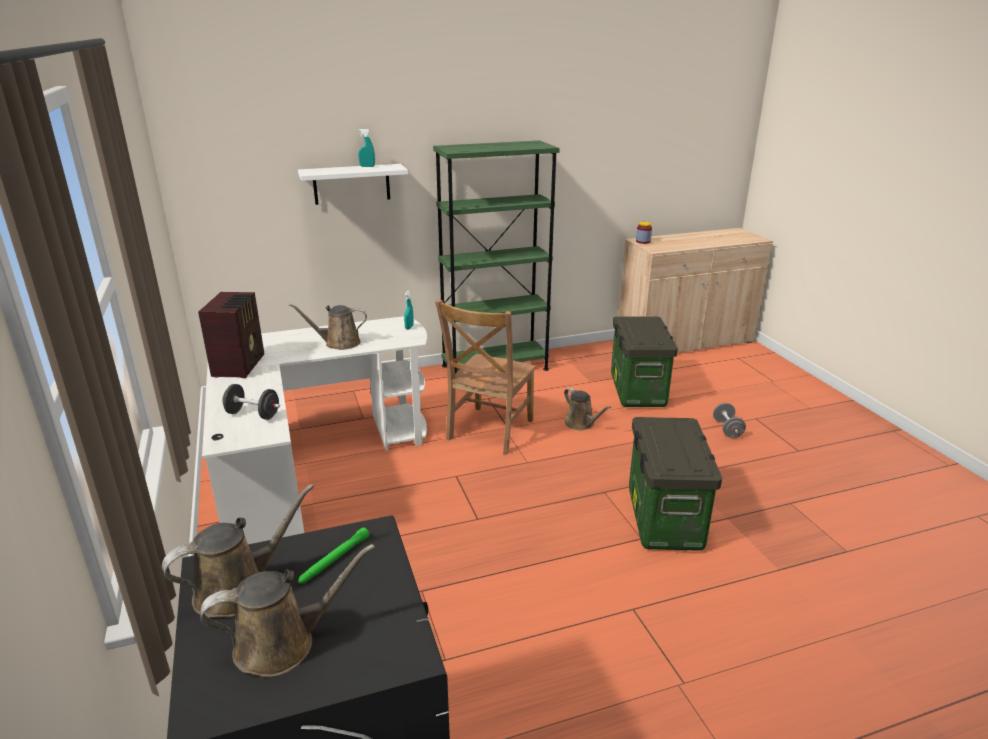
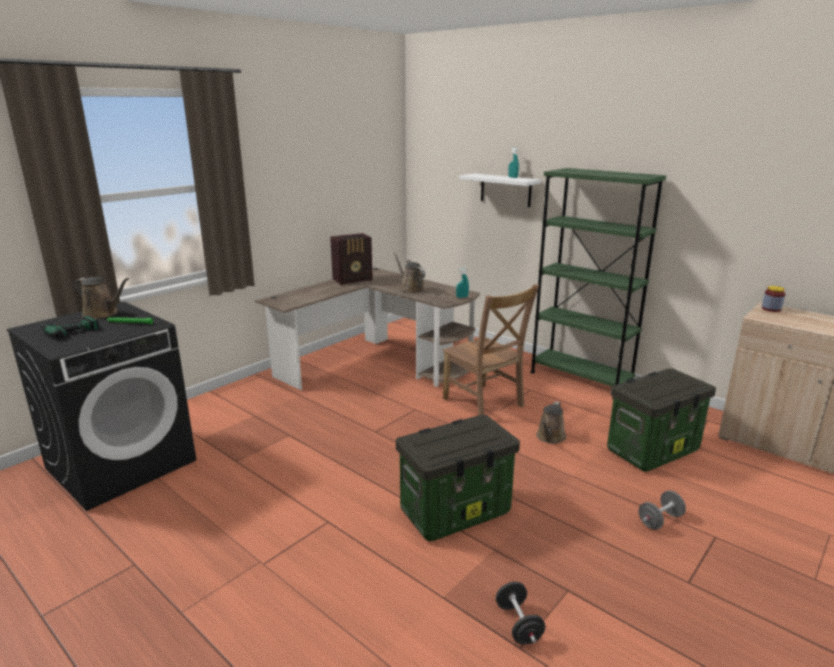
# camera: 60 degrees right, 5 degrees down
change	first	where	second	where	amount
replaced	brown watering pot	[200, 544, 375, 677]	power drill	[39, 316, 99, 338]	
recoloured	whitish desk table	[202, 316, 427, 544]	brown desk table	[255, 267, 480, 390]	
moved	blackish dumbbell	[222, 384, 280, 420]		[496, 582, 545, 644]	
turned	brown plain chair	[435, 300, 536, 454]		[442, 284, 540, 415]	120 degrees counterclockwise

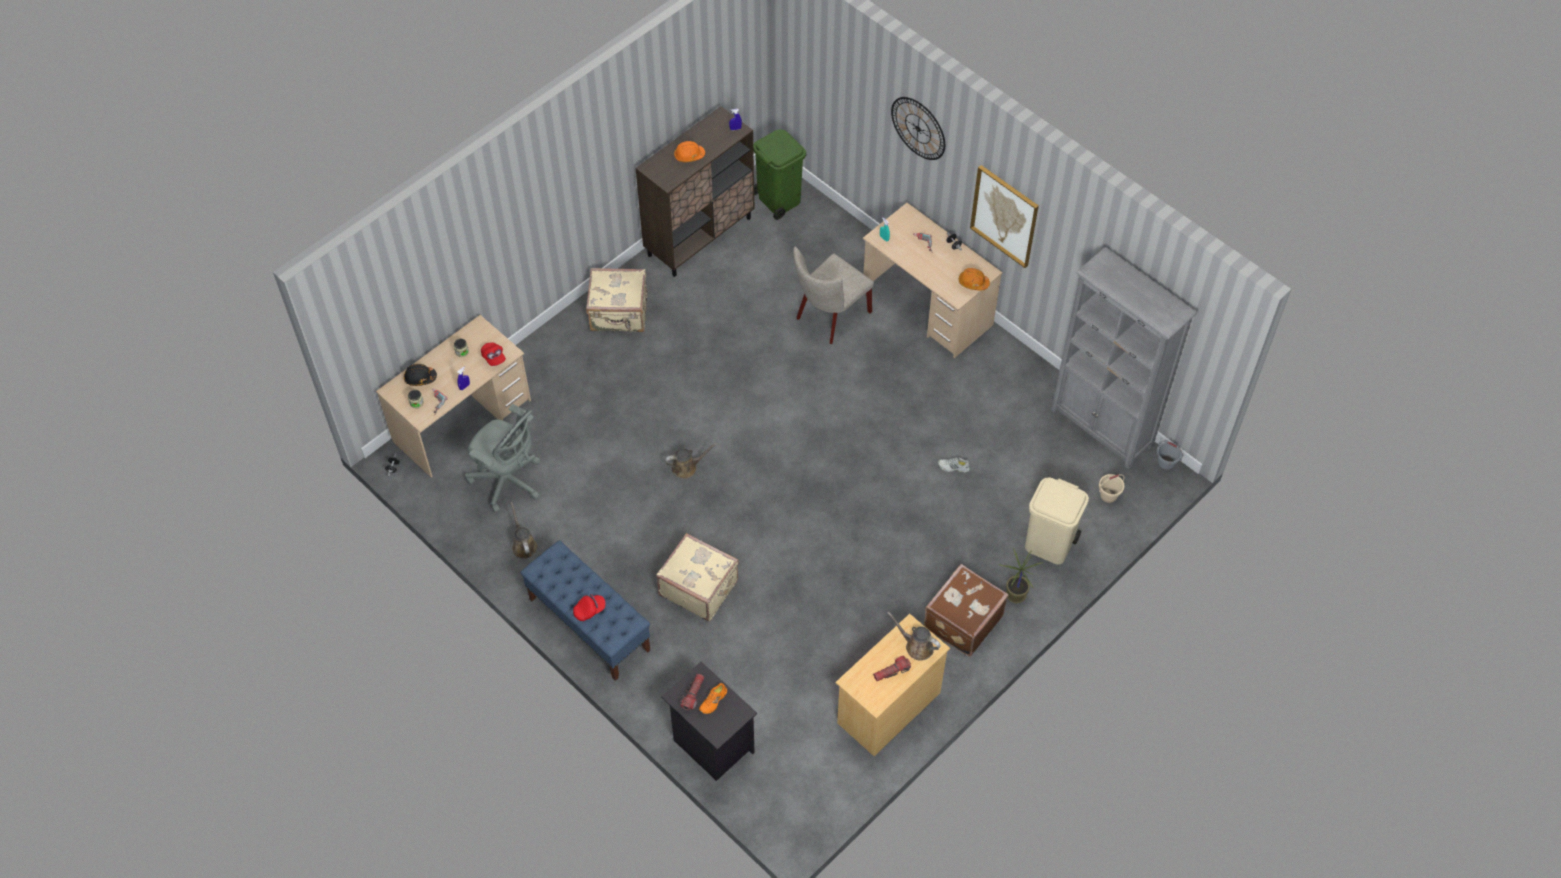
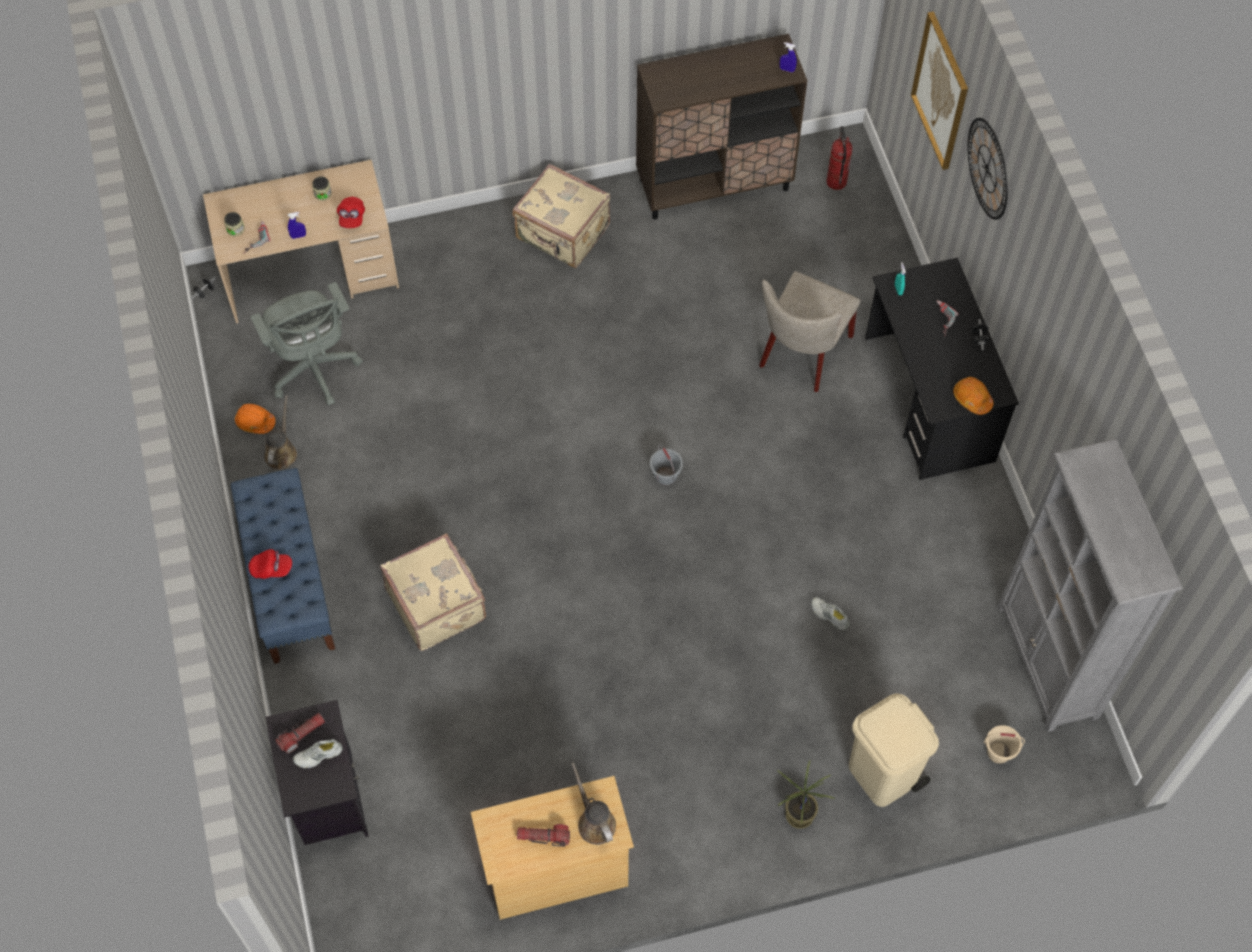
# camera: 30 degrees right, 5 degrees up
change	first	where	second	where	amount
removed	blackish safety helmet	[404, 364, 437, 386]			
removed	brown watering pot	[665, 443, 717, 479]			
moved	orangey safety helmet	[674, 141, 705, 162]		[235, 404, 275, 434]	
recoloured	orangey item of footwear	[699, 683, 727, 714]	whitish item of footwear	[293, 739, 343, 768]	
replaced	green-coloured rubbish bin	[753, 129, 806, 220]	fire-fighting cylinder	[827, 126, 853, 190]	
turned	sand-coloured plain chair	[793, 247, 874, 344]		[759, 271, 860, 392]	45 degrees counterclockwise
recoloured	sand-coloured desk table	[863, 202, 1003, 358]	blackish desk table	[865, 258, 1019, 480]	
removed	brown piece of luggage	[924, 564, 1009, 657]			
moved	wall picture	[970, 165, 1039, 268]		[911, 11, 968, 170]	
moved	greyish water bucket	[1157, 441, 1183, 471]		[650, 444, 683, 486]	

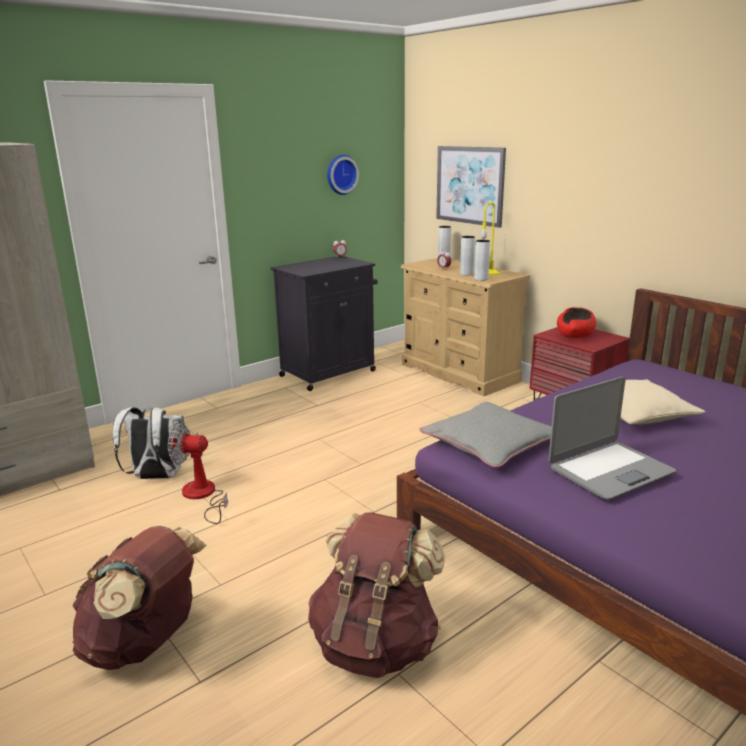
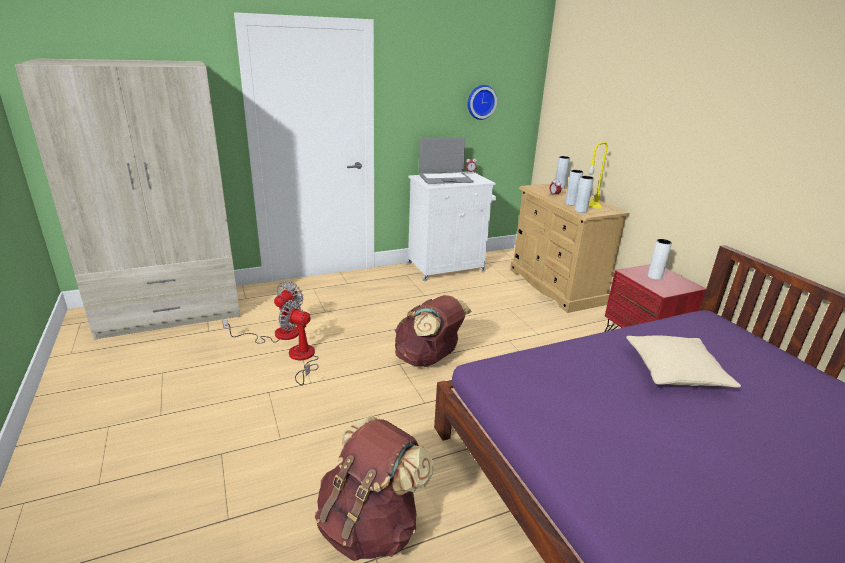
# camera: 15 degrees right, 5 degrees up
change	first	where	second	where	amount
moved	brown rucksack	[73, 526, 207, 670]		[395, 295, 472, 367]	
replaced	whitish rucksack	[113, 407, 186, 479]	cooling fan	[222, 281, 303, 344]	
recoloured	blackish cabinet	[271, 256, 378, 391]	whitish cabinet	[406, 171, 496, 281]	
removed	greyish throw pillow	[420, 402, 552, 468]			
removed	wall picture	[436, 146, 506, 228]			
moved	portable computer	[549, 377, 676, 500]		[419, 138, 474, 184]	
replaced	reddish serving bowl	[557, 307, 596, 338]	whitish decorative vase	[648, 239, 672, 280]	

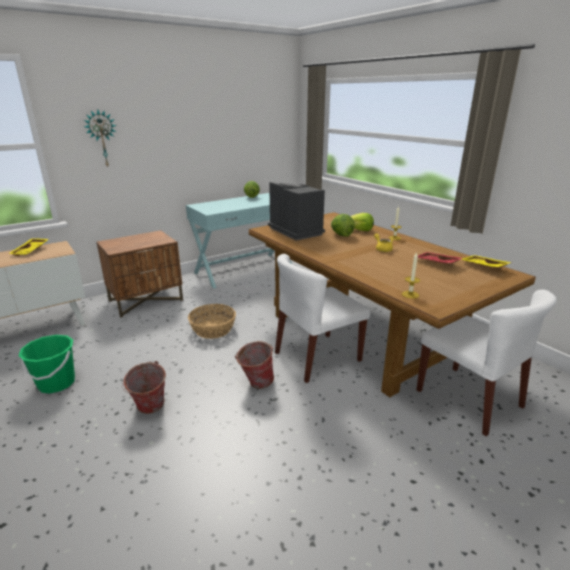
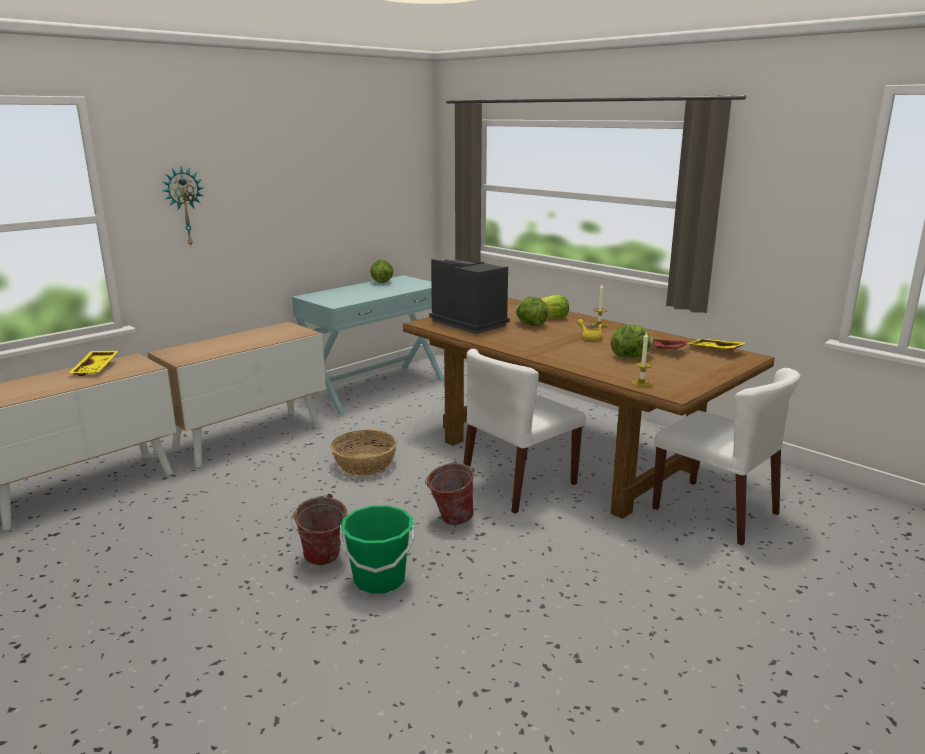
# camera: 10 degrees left, 5 degrees down
change	first	where	second	where	amount
moved	green-coloured water bucket	[19, 335, 75, 393]		[339, 505, 415, 594]	
replaced	brown nightstand	[96, 230, 183, 318]	cabinet	[147, 322, 326, 468]	
added			lettuce	[611, 325, 654, 358]	

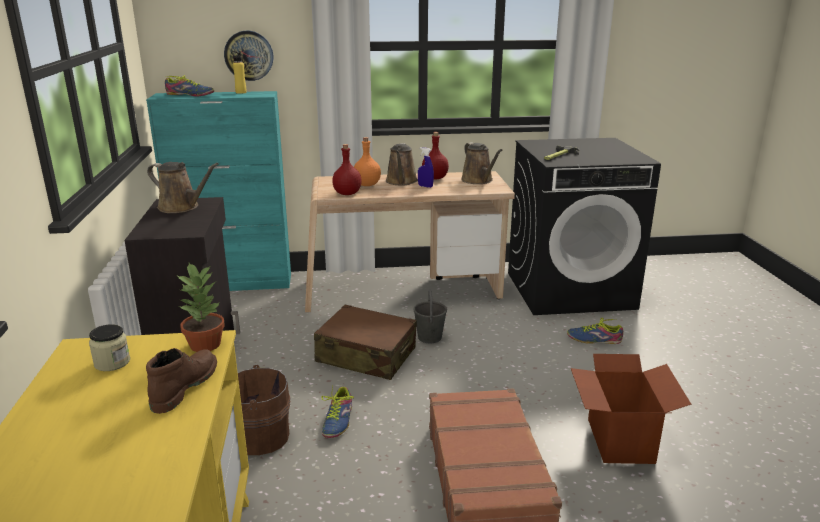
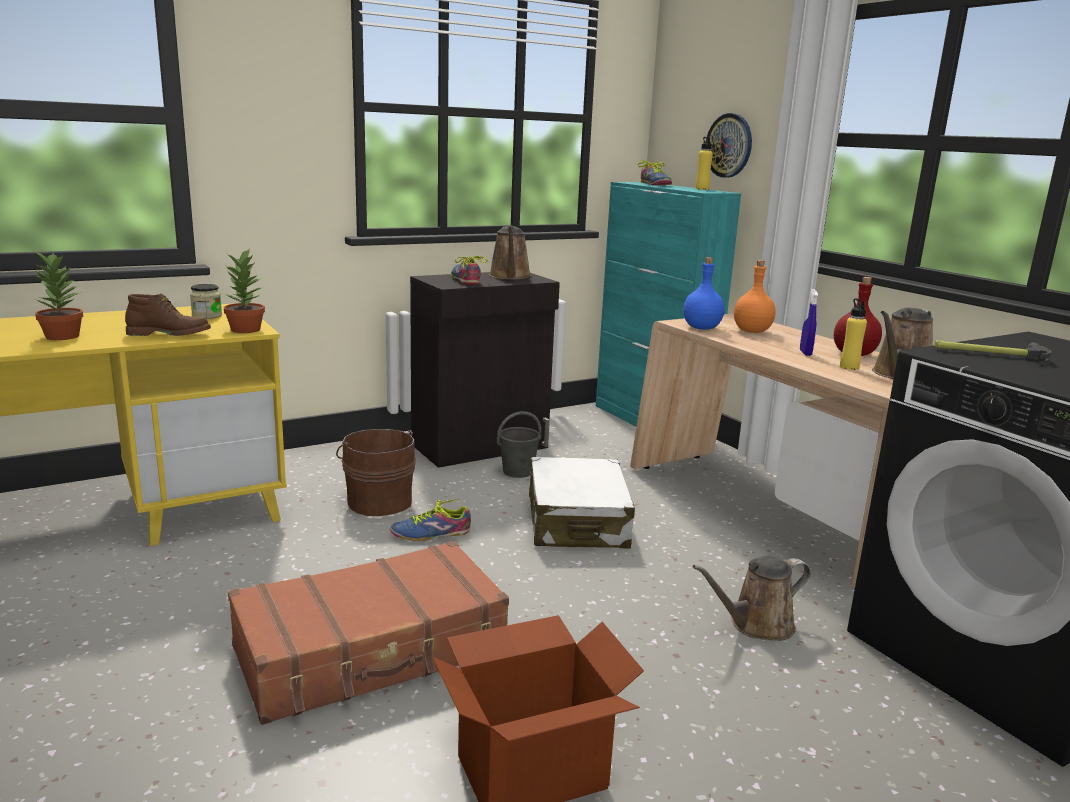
# camera: 65 degrees right, 5 degrees down
change	first	where	second	where	amount
recoloured	brown piece of luggage	[314, 304, 417, 380]	whitish piece of luggage	[529, 457, 635, 549]	
recoloured	reddish beverage bottle	[332, 144, 362, 195]	bluish beverage bottle	[683, 257, 724, 329]	
moved	brown watering pot	[386, 143, 418, 186]		[693, 556, 811, 641]	
moved	greyish water bucket	[413, 290, 447, 343]		[497, 411, 542, 478]	
moved	item of footwear	[567, 318, 623, 344]		[451, 256, 488, 285]	
added			houseplant	[33, 251, 83, 340]	
added			yellowish beverage bottle	[840, 298, 867, 370]	

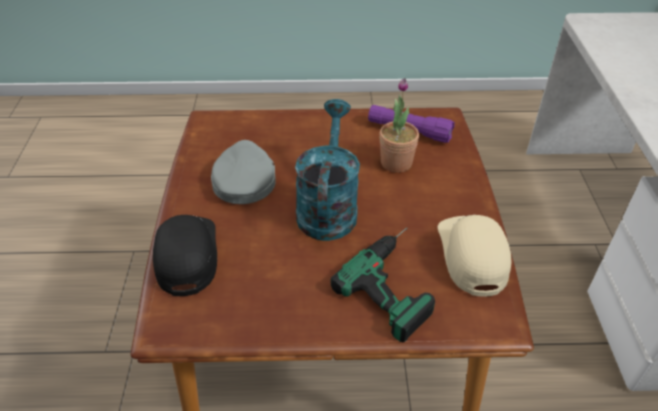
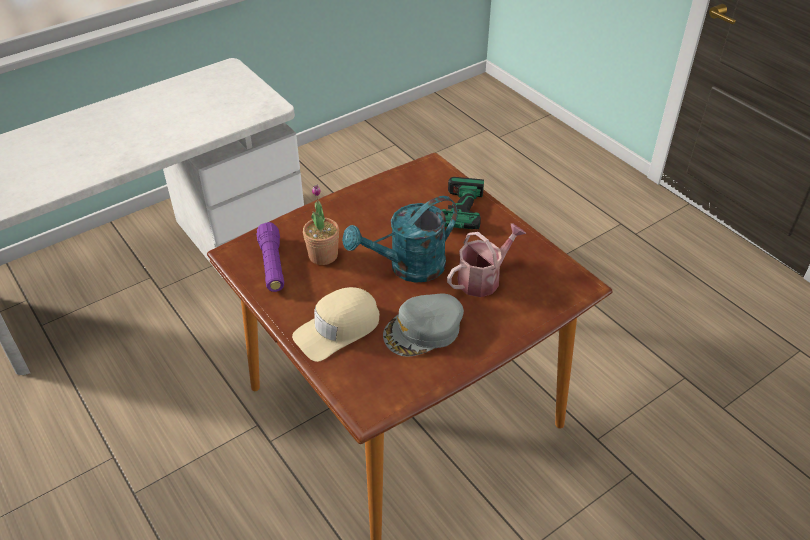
# camera: 125 degrees left, 0 degrees up
change	first	where	second	where	amount
removed	blackish peaked cap	[153, 215, 217, 296]			
moved	sand-coloured peaked cap	[438, 215, 512, 297]		[292, 287, 380, 362]	
added			watering pot	[447, 223, 526, 297]	

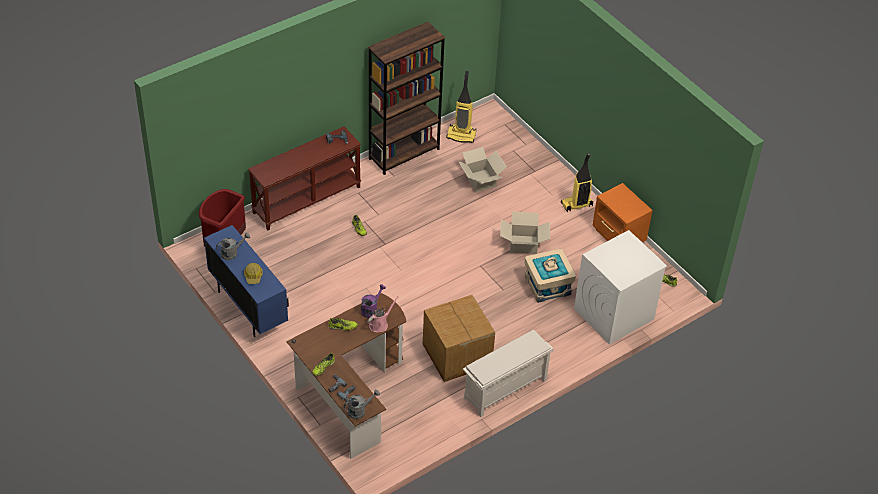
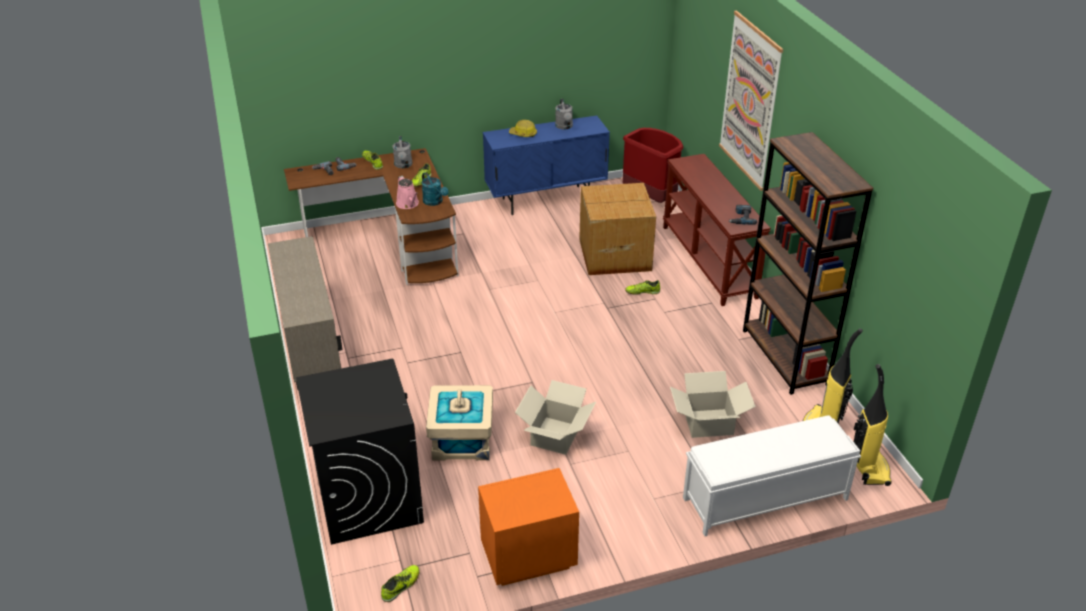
# camera: 110 degrees right, 10 degrees down
change	first	where	second	where	amount
moved	greyish watering pot	[344, 389, 380, 419]		[392, 136, 413, 168]	
recoloured	purple watering pot	[361, 284, 386, 318]	blue-green watering pot	[421, 173, 449, 206]	
moved	cardboard box	[423, 295, 495, 382]		[579, 183, 656, 275]	
replaced	whitish shoe rack	[463, 330, 554, 417]	sand-coloured cabinet	[268, 236, 343, 390]	
moved	hoover	[561, 153, 593, 212]		[854, 364, 892, 486]	
recoloured	whitish laundry machine	[574, 230, 667, 345]	blackish laundry machine	[296, 359, 424, 545]	
added			whitish bench	[683, 415, 861, 536]	
added			wall picture	[719, 11, 783, 191]	

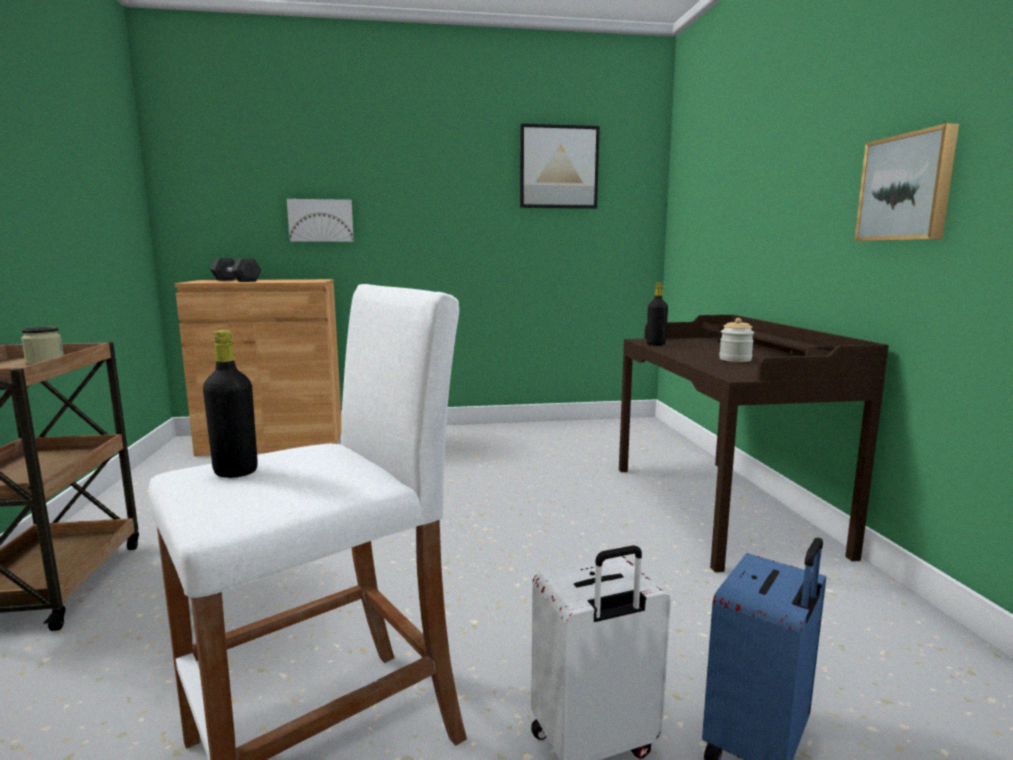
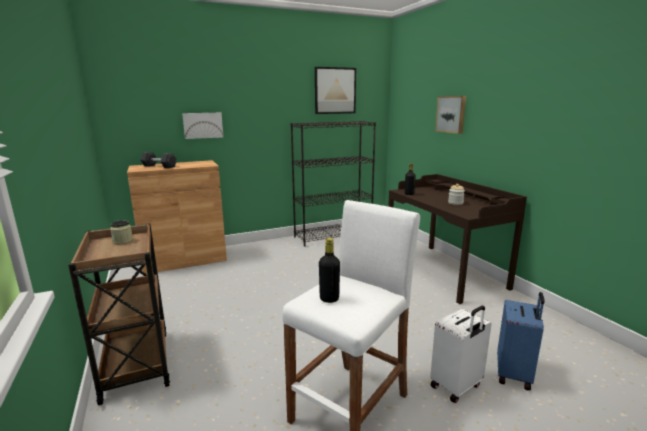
# camera: 15 degrees left, 5 degrees up
change	first	where	second	where	amount
moved	wall picture	[854, 123, 959, 241]		[435, 96, 466, 134]	
added			blackish bookcase	[291, 121, 376, 247]	

